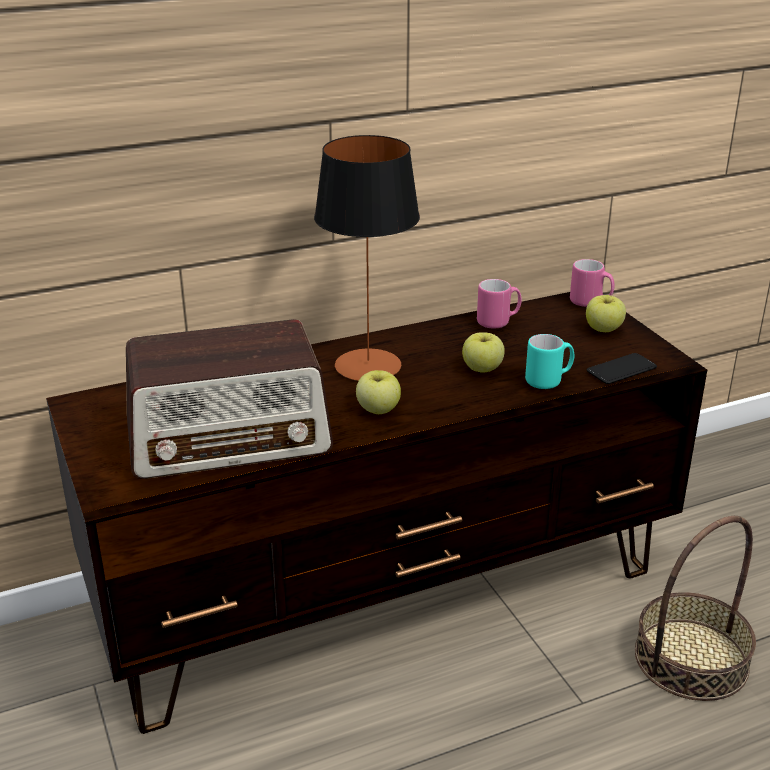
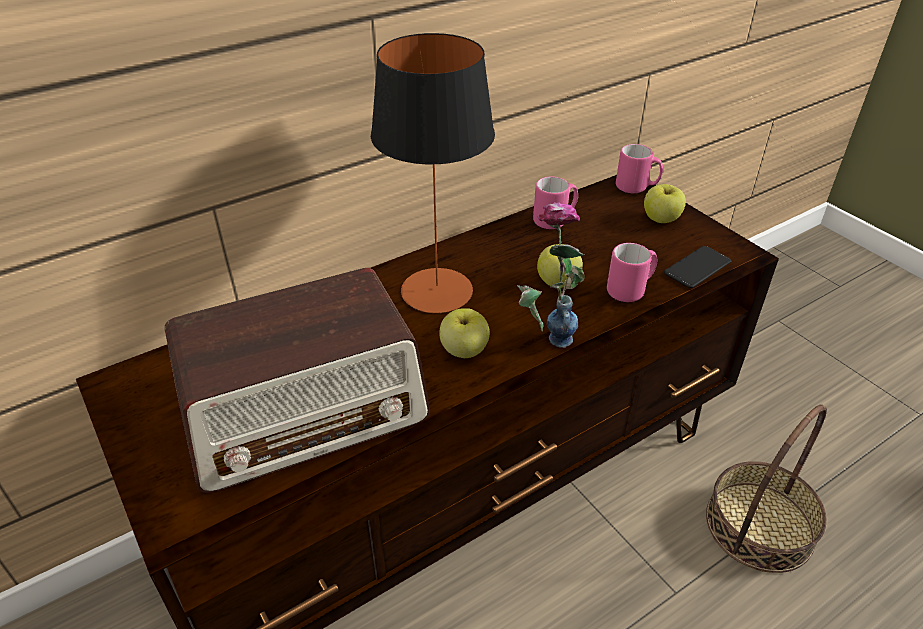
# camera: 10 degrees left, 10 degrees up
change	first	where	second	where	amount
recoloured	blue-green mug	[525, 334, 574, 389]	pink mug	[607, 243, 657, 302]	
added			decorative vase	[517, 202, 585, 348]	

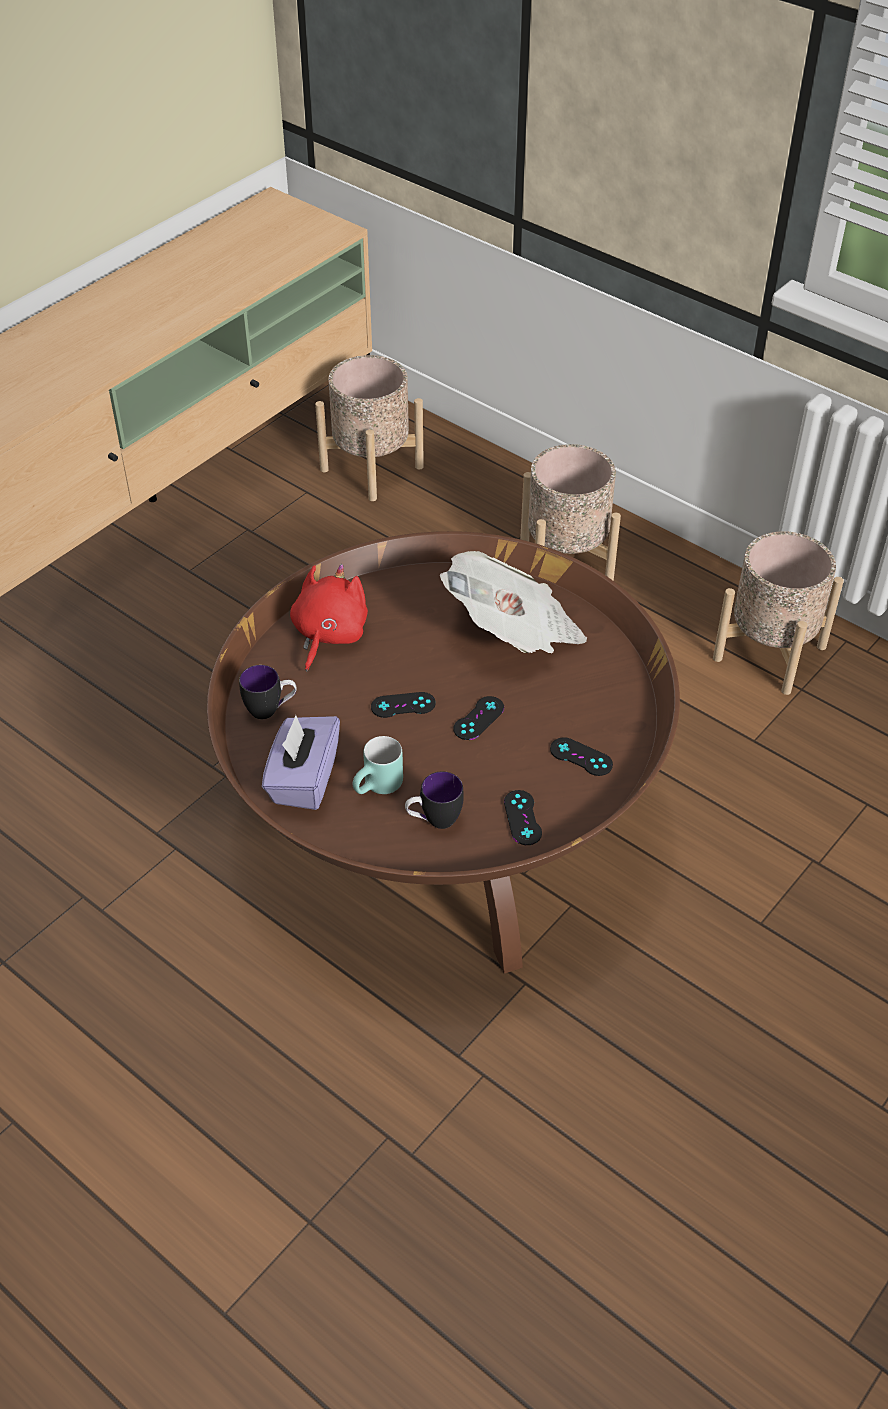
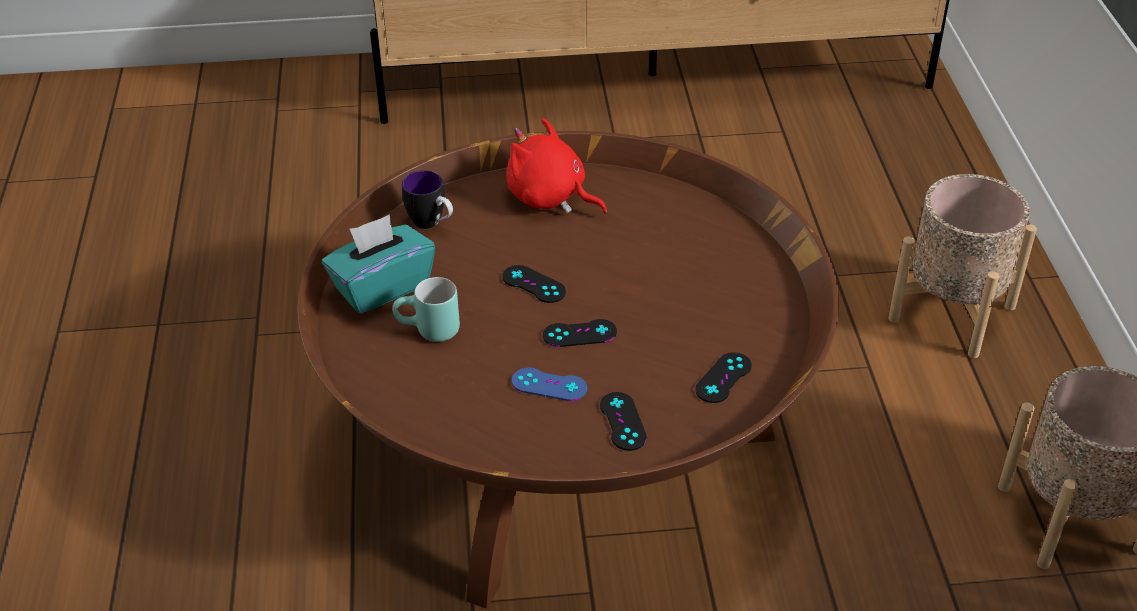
# camera: 45 degrees right, 5 degrees down
change	first	where	second	where	amount
recoloured	purple box of tissues	[262, 715, 340, 810]	blue-green box of tissues	[322, 214, 435, 314]	
turned	reddish cuddly toy	[290, 564, 368, 672]		[506, 118, 607, 214]	120 degrees counterclockwise
removed	sand-coloured planter	[315, 355, 424, 501]			
removed	mug	[405, 771, 464, 829]			
removed	newspaper	[440, 551, 587, 654]			
moved	blackish gamepad	[504, 790, 542, 845]		[695, 352, 752, 403]	
added			bluish gamepad	[511, 368, 587, 401]	

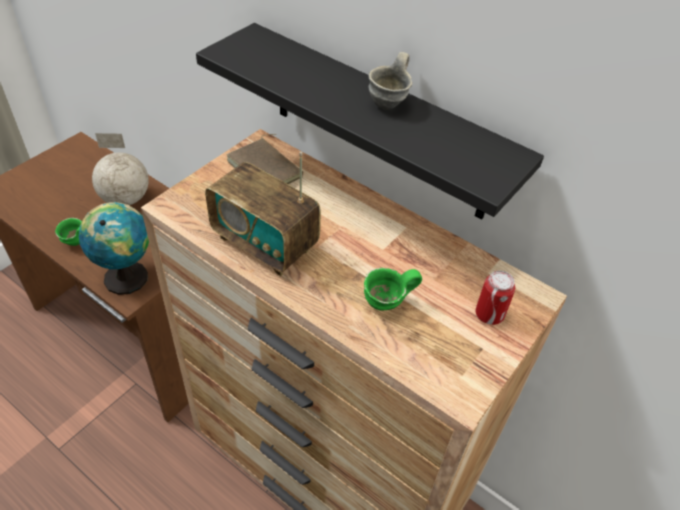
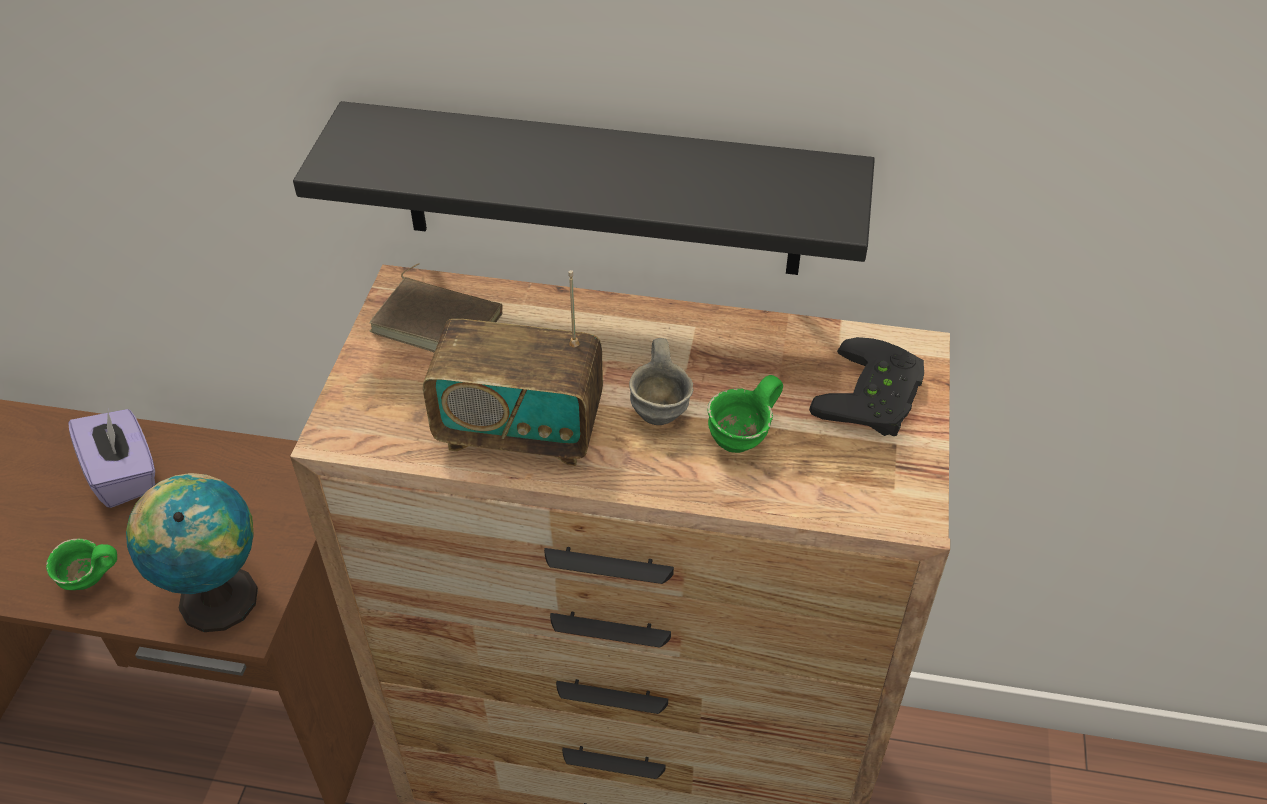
# camera: 25 degrees left, 0 degrees up
change	first	where	second	where	amount
replaced	desk globe	[92, 133, 149, 205]	purple box of tissues	[68, 409, 155, 508]	
moved	greyish mug	[368, 52, 412, 110]		[629, 338, 693, 425]	
replaced	can	[475, 271, 515, 325]	blackish gamepad	[809, 337, 924, 436]	

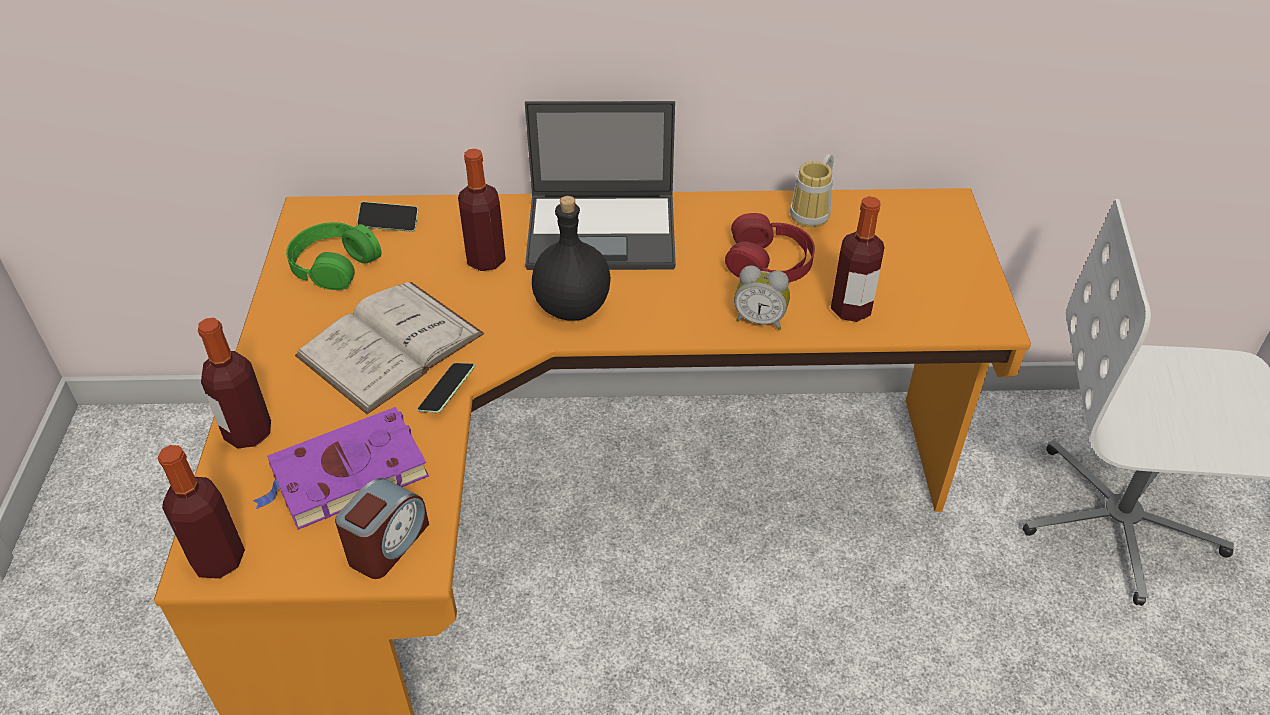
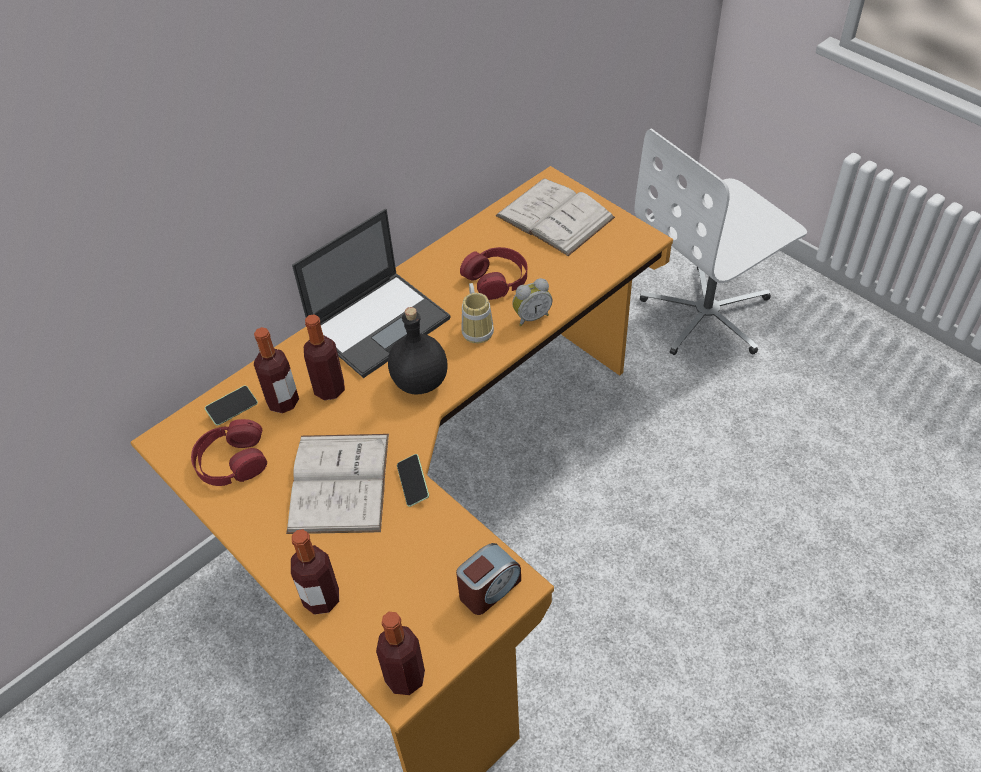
# camera: 40 degrees left, 5 degrees up
change	first	where	second	where	amount
removed	purple book	[253, 407, 429, 530]			
recoloured	green-coloured pair of headphones	[286, 222, 382, 290]	reddish pair of headphones	[191, 419, 267, 486]	
turned	alarm clock	[335, 478, 429, 579]		[456, 543, 521, 615]	60 degrees clockwise
moved	mug	[790, 153, 834, 227]		[462, 283, 494, 344]	
moved	beverage bottle	[831, 196, 884, 322]		[254, 327, 299, 413]	
added			whitish book	[496, 178, 615, 256]	

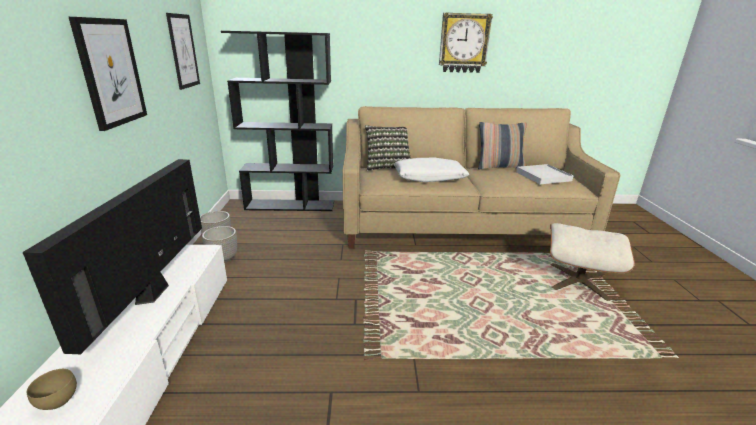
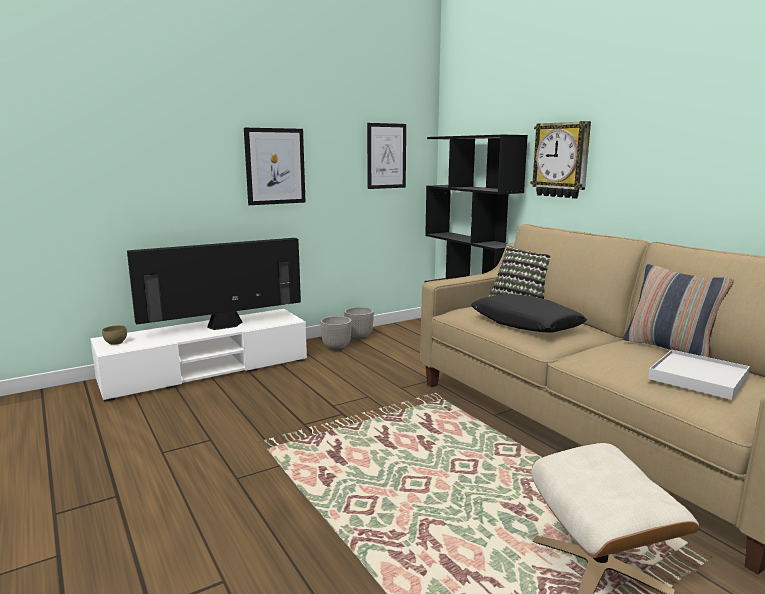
# camera: 60 degrees right, 10 degrees down
change	first	where	second	where	amount
recoloured	whitish throw pillow	[394, 158, 469, 182]	blackish throw pillow	[471, 294, 587, 332]	
moved	wall clock	[439, 13, 493, 73]		[531, 121, 591, 199]	

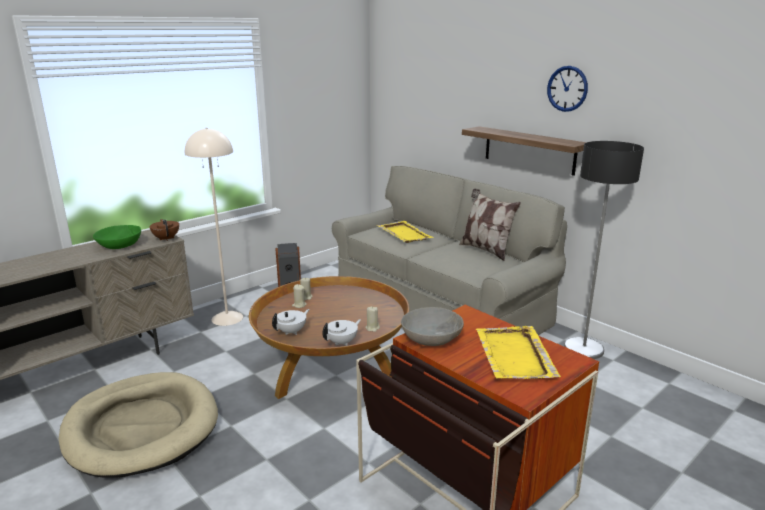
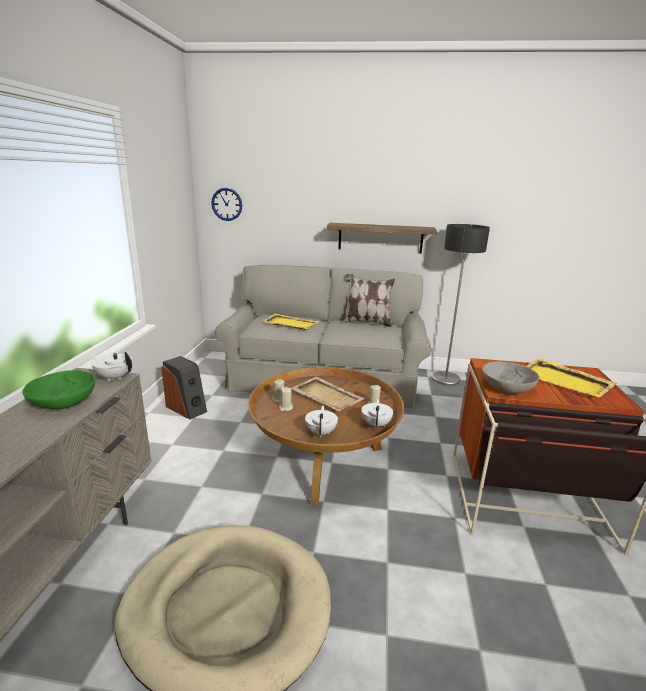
# camera: 40 degrees left, 0 degrees up
change	first	where	second	where	amount
recoloured	brown pot for tea	[150, 219, 179, 241]	whitish pot for tea	[91, 352, 132, 381]	
removed	sand-coloured standing lamp	[185, 128, 243, 326]			
moved	wall clock	[547, 66, 588, 112]		[211, 188, 242, 221]	
added			sand-coloured serving tray	[291, 377, 365, 411]	

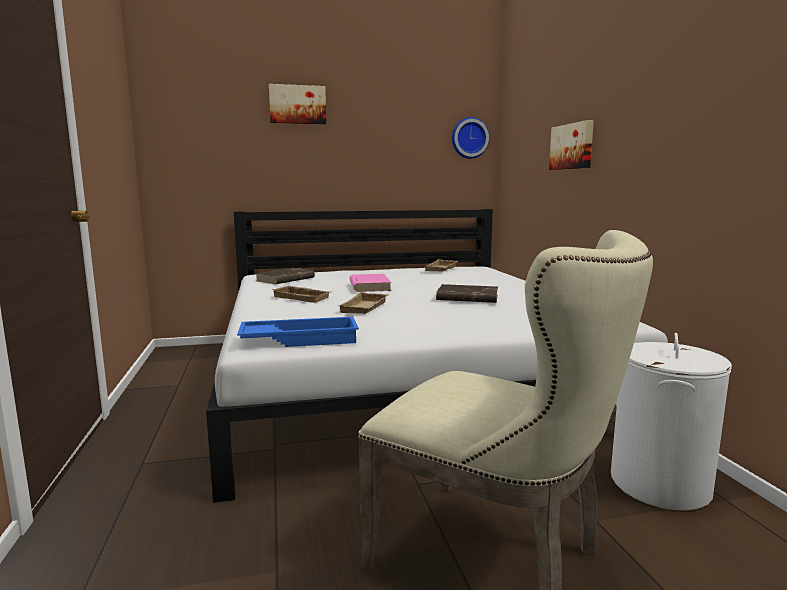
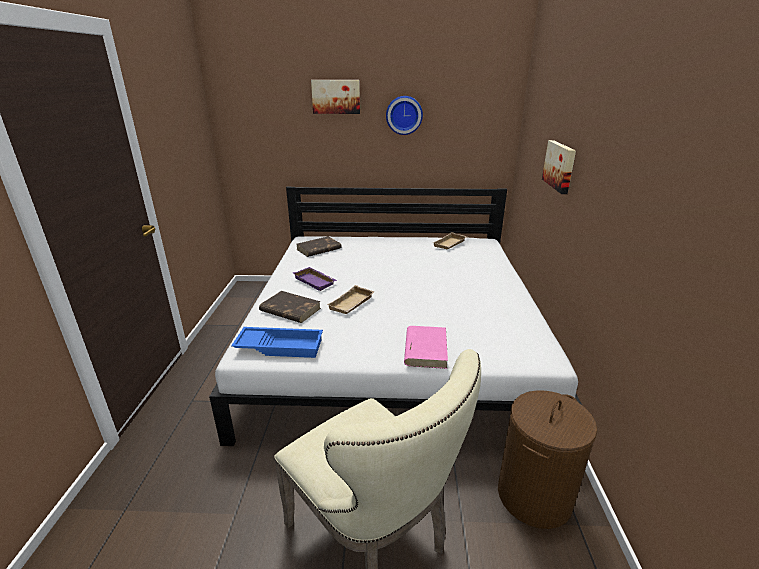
# camera: 15 degrees right, 15 degrees up
change	first	where	second	where	amount
recoloured	sand-coloured serving tray	[272, 286, 330, 303]	purple serving tray	[293, 267, 337, 291]	
moved	pink book	[349, 274, 391, 292]		[404, 326, 448, 369]	
moved	brown book	[436, 284, 498, 303]		[259, 291, 321, 323]	
moved	wall clock	[452, 117, 489, 159]		[386, 96, 423, 135]	
recoloured	whitish hamper	[611, 333, 732, 511]	brown hamper	[498, 390, 597, 529]	

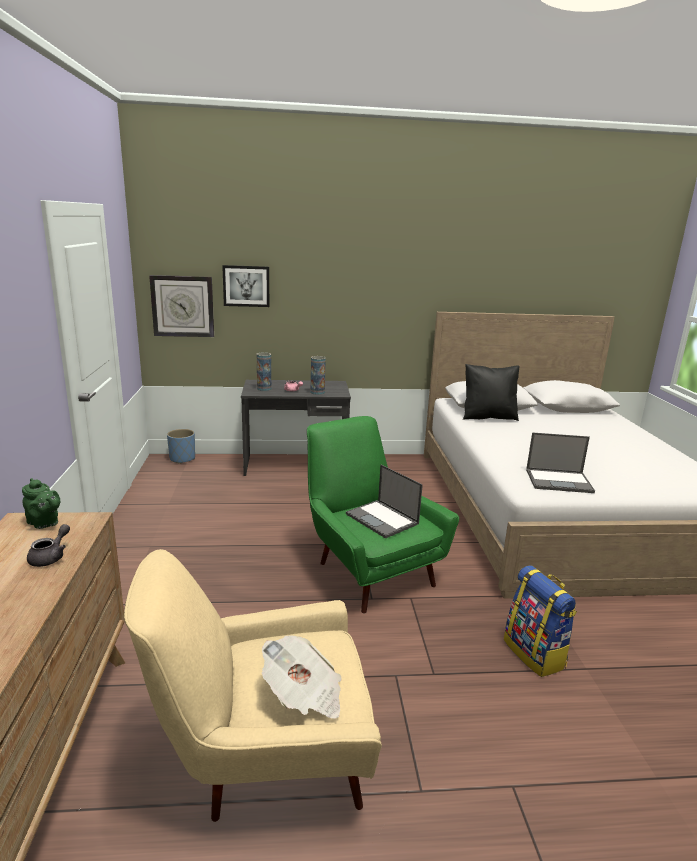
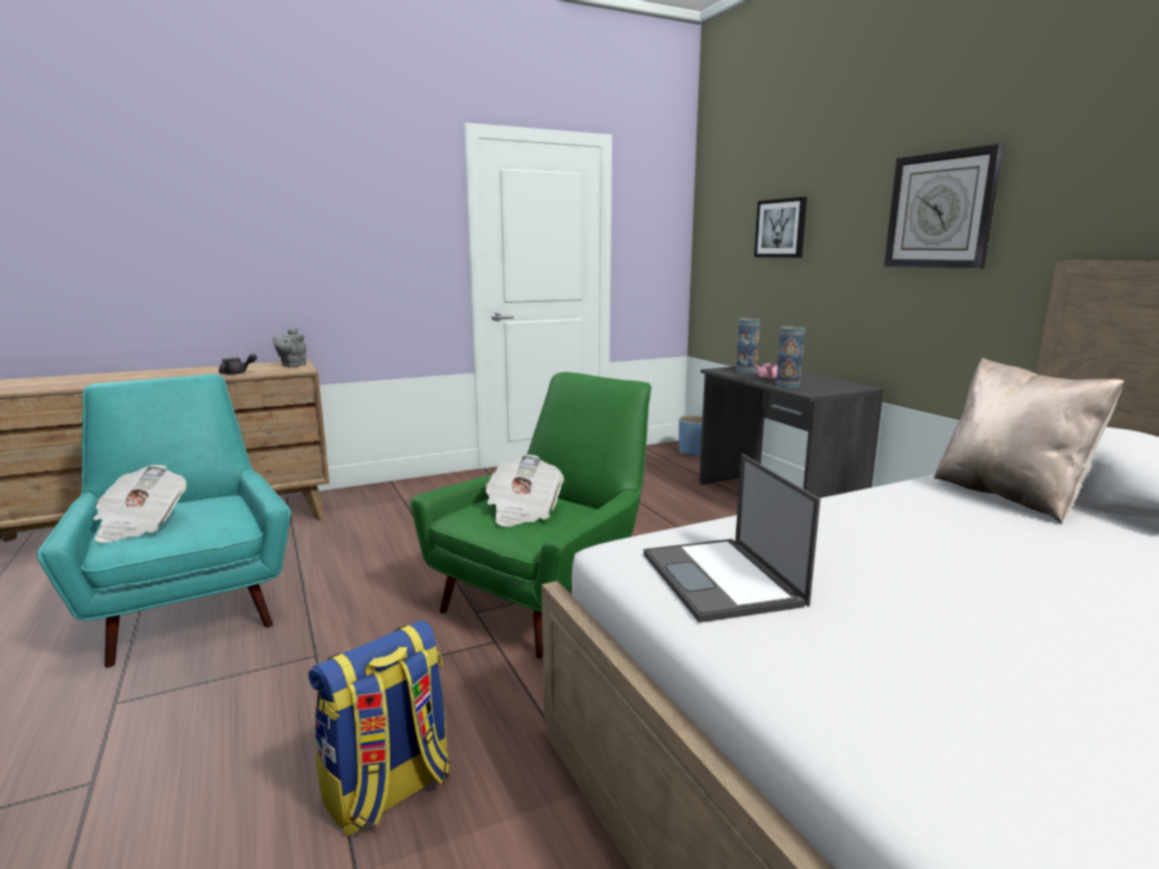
# camera: 70 degrees right, 5 degrees down
change	first	where	second	where	amount
recoloured	green-coloured pot for tea	[22, 478, 60, 529]	greyish pot for tea	[273, 328, 306, 368]	
recoloured	sand-coloured easy chair	[124, 549, 382, 822]	blue-green easy chair	[37, 374, 291, 668]	
moved	wall clock	[149, 275, 214, 337]		[884, 144, 1004, 269]	
replaced	portable computer	[346, 465, 423, 539]	newspaper	[485, 454, 564, 526]	
recoloured	blackish throw pillow	[463, 364, 519, 421]	sand-coloured throw pillow	[934, 358, 1124, 523]	

